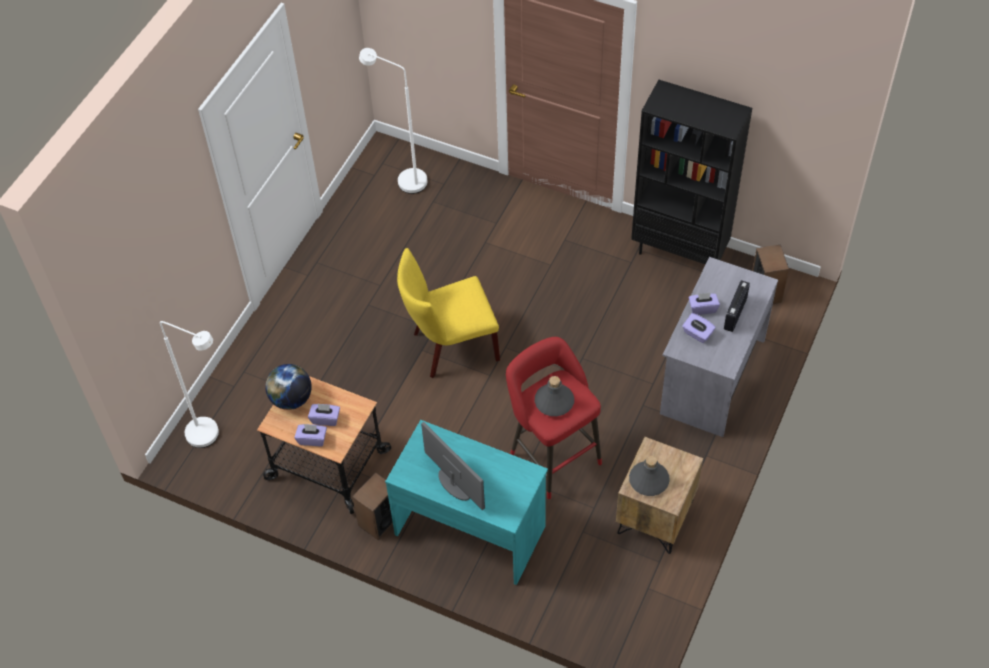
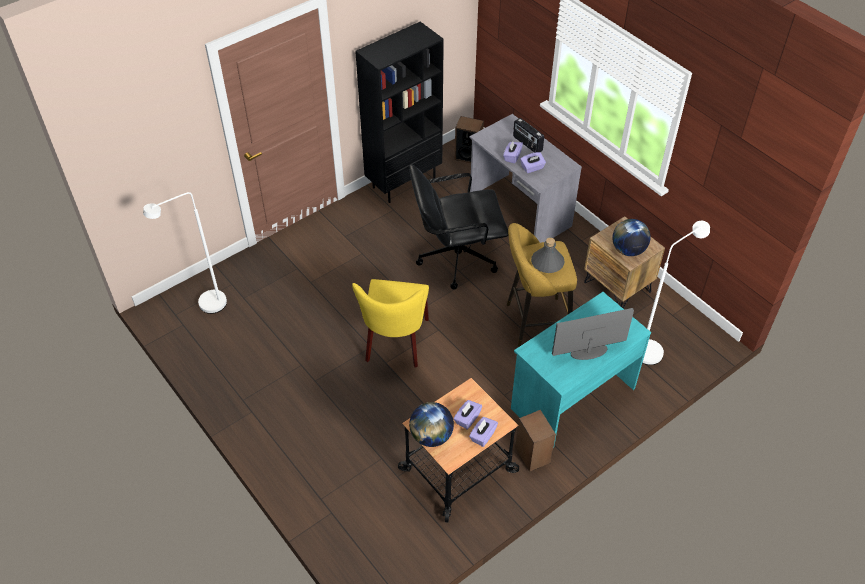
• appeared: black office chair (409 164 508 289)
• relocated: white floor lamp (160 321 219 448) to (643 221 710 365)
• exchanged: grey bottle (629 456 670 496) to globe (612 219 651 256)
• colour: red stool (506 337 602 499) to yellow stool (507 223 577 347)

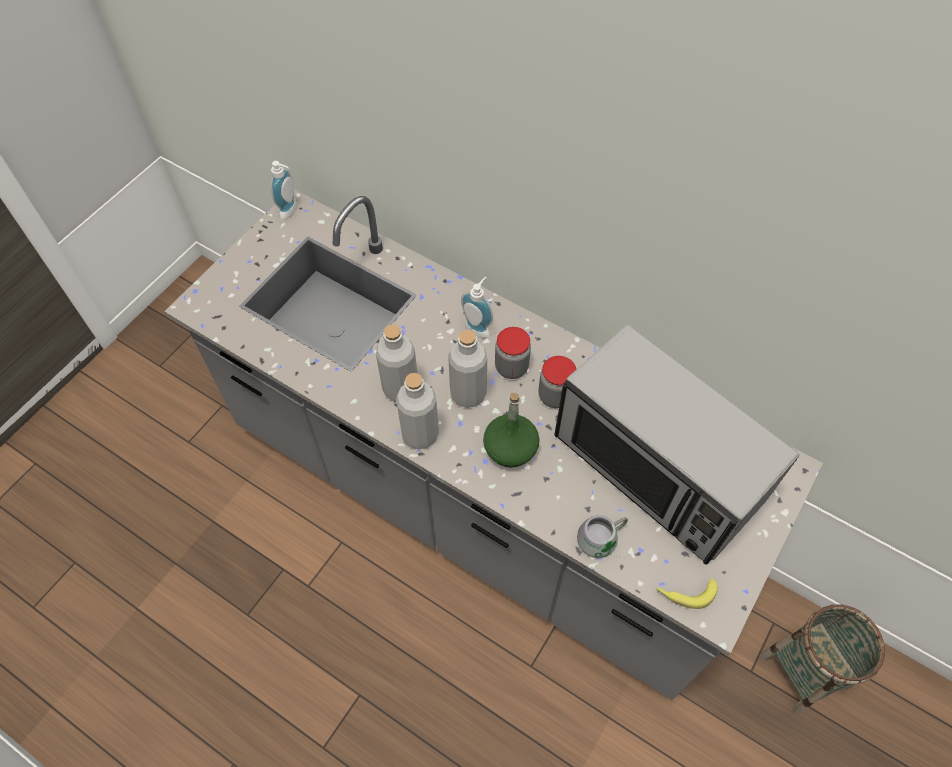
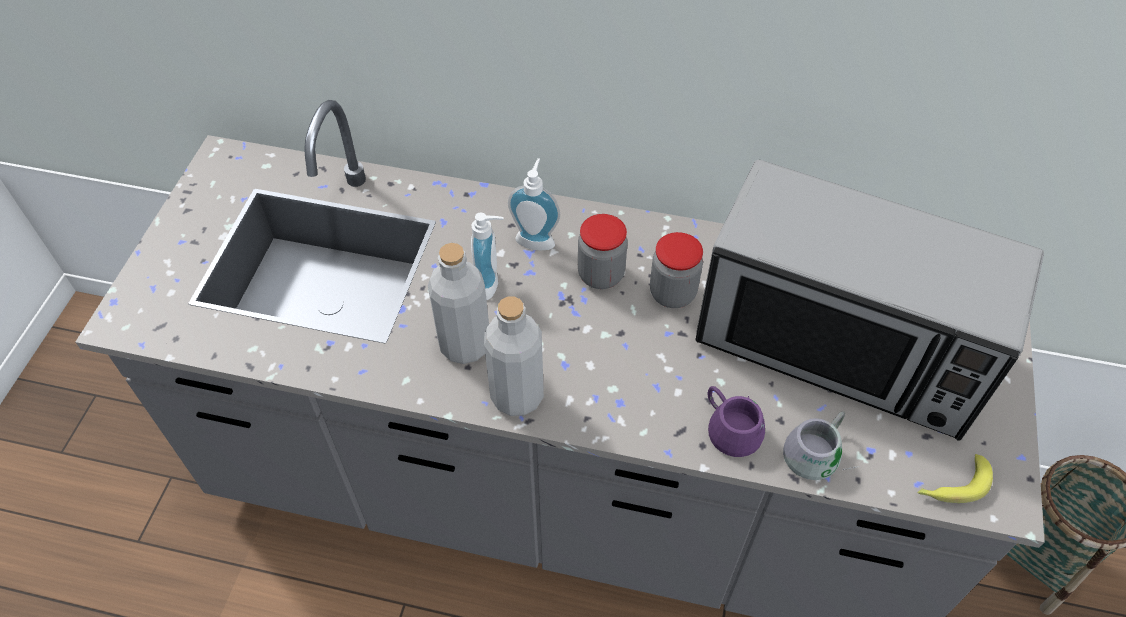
• missing: grey bottle (448 330 487 408)
• missing: green bottle (483 392 539 468)
• appeared: purple mug (708 386 765 457)
• relocated: soap dispenser (271 161 297 220) to (471 213 504 300)

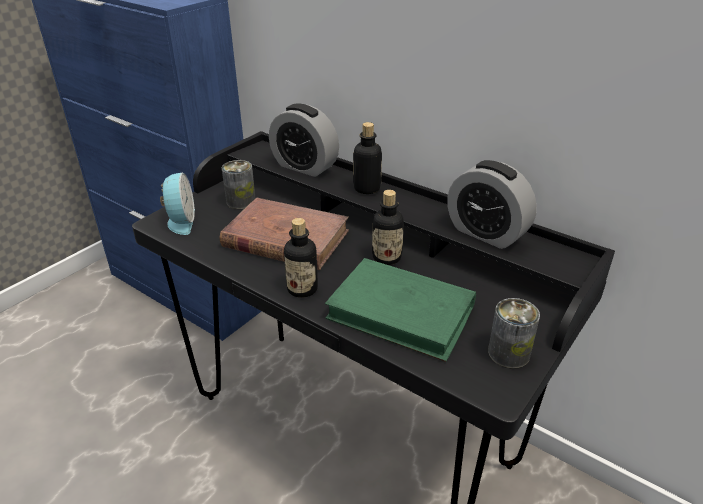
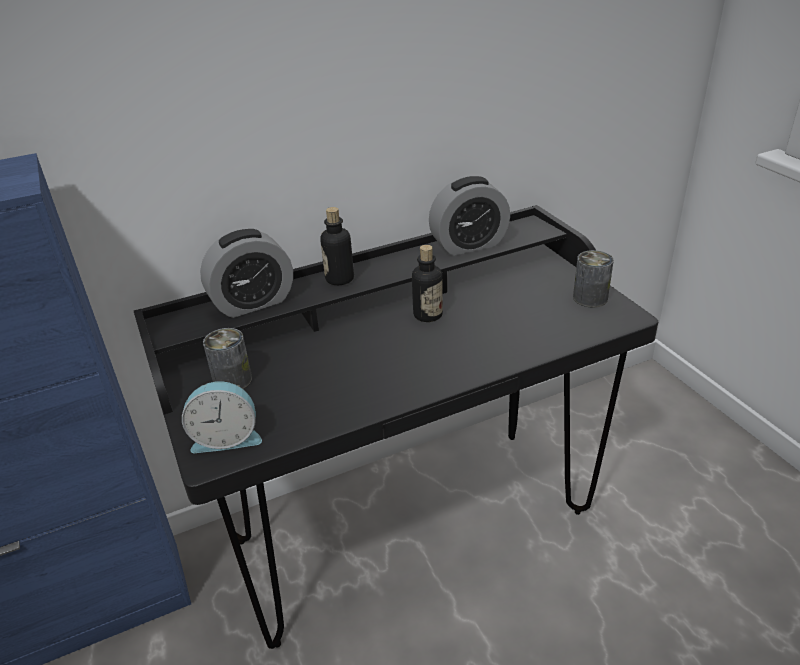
• missing: brown book (220 198 349 270)
• missing: bottle (284 218 318 298)
• missing: green book (325 258 476 362)
• spun: alarm clock (160 173 195 235) = (182 381 262 453) 150 degrees clockwise

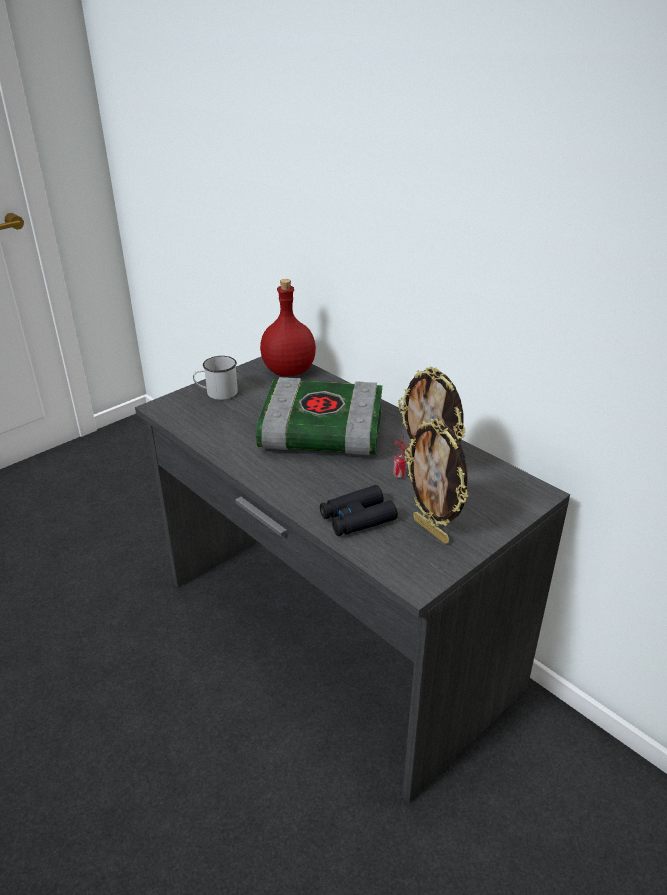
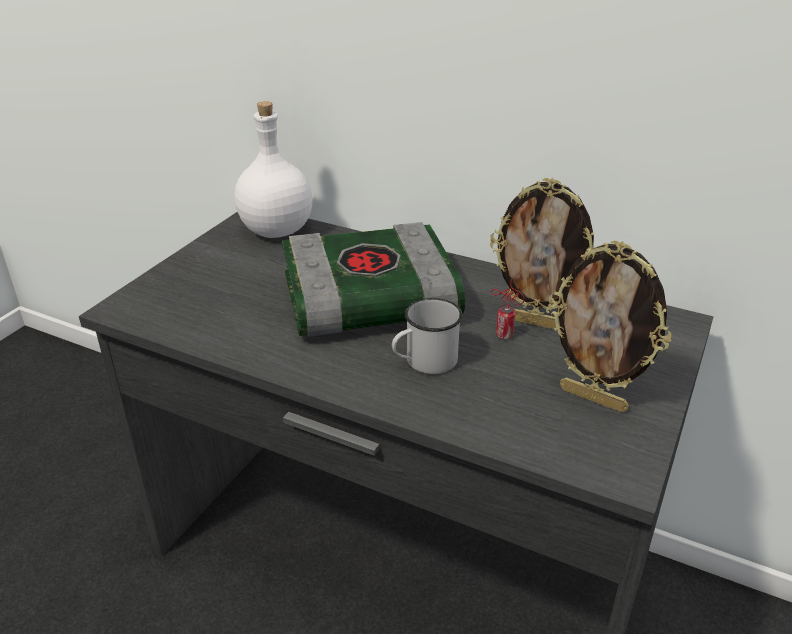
• missing: black binoculars (320 485 398 536)
• relocated: white mug (193 356 238 400) to (392 298 462 374)
• colour: red bottle (260 279 316 376) to white bottle (235 101 312 238)

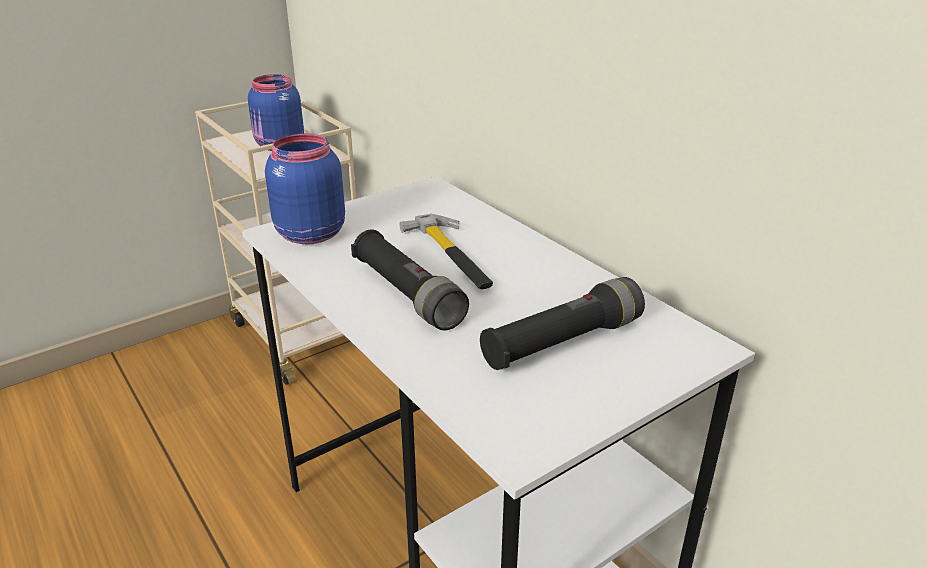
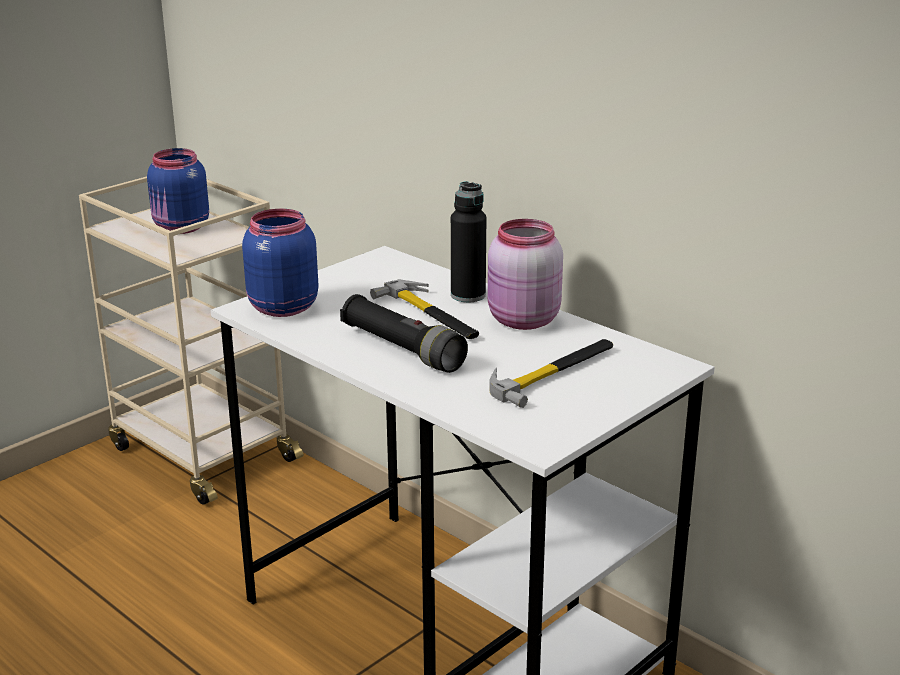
• appeared: black bottle (451 181 486 302)
• appeared: pink jar (488 219 563 330)
• exchanged: black flashlight (480 277 645 370) to hammer (489 339 613 408)

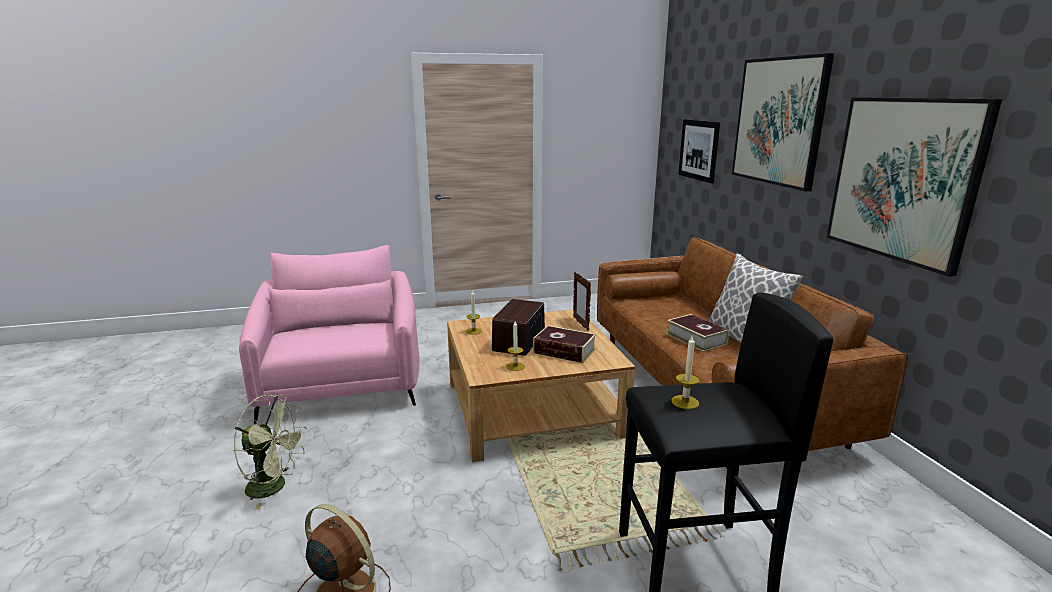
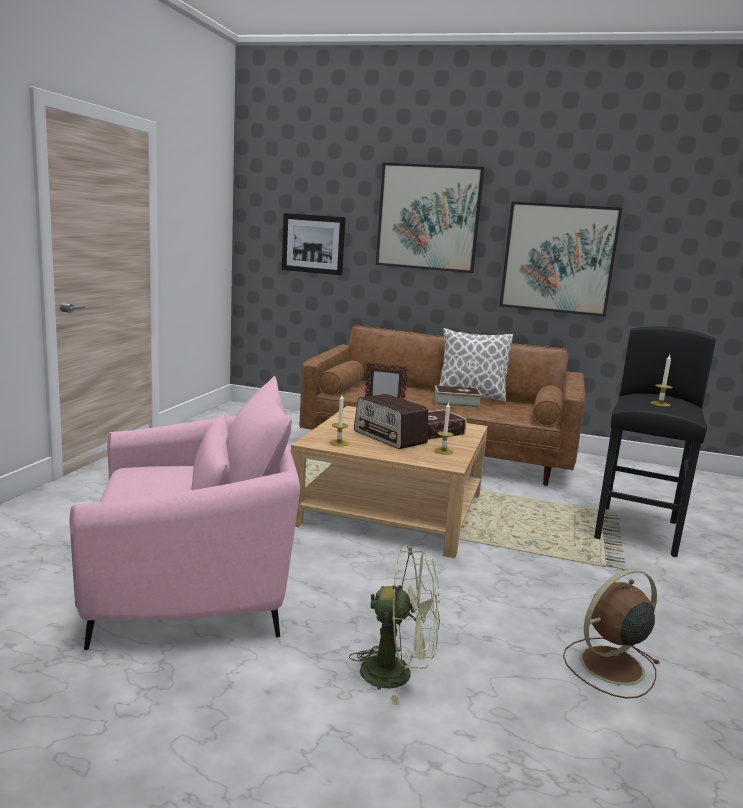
• spun: green fan (234 395 307 510) = (349 545 440 705) 60 degrees clockwise
• spun: pink armchair (239 245 419 425) = (70 376 300 651) 150 degrees clockwise

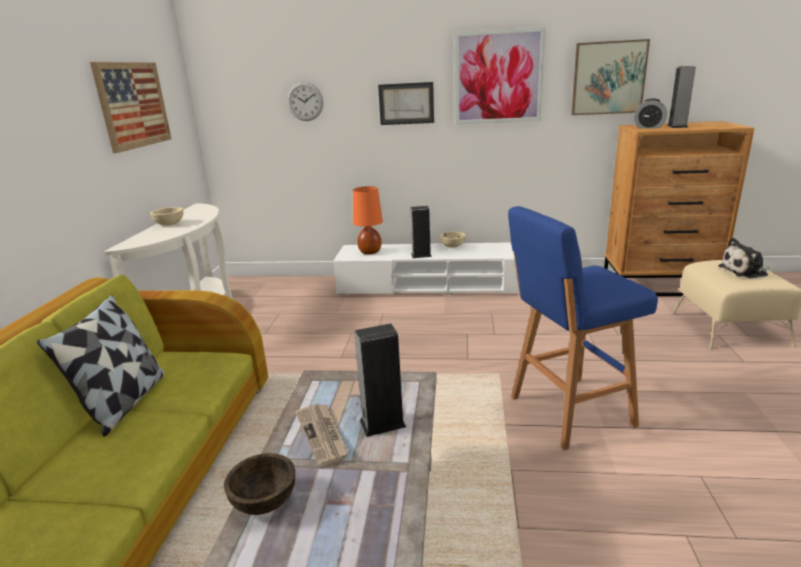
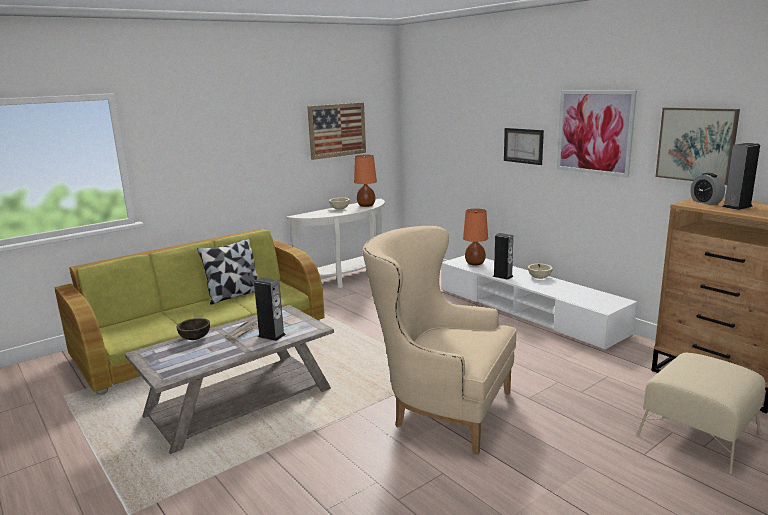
• missing: wall clock (287 82 323 121)
• missing: plush toy (718 238 769 278)
• appeared: orange table lamp (354 155 377 207)
• exchanged: blue stool (508 206 658 450) to beige armchair (363 226 517 455)

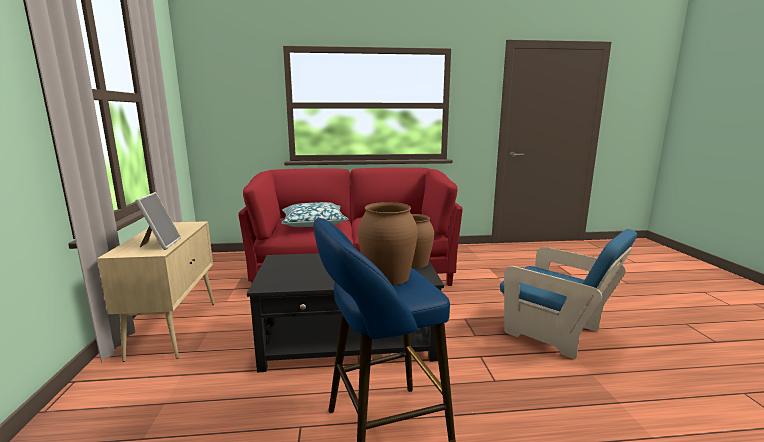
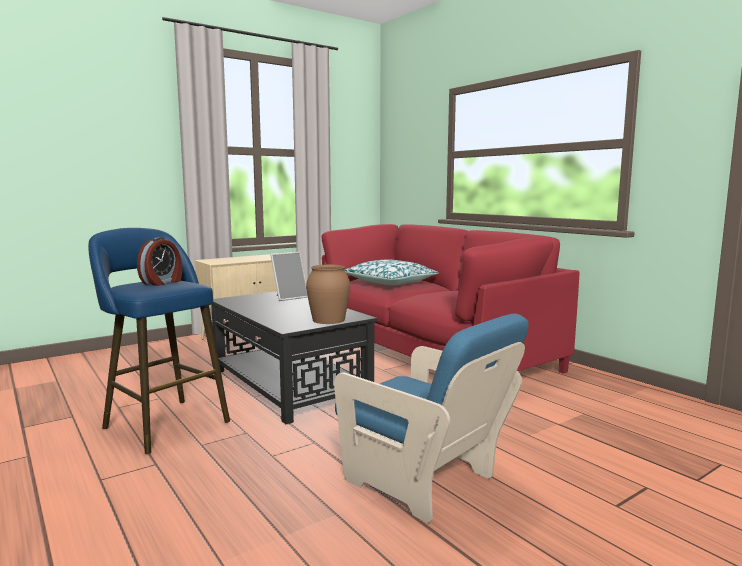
• relocated: picture frame (135 192 181 250) to (270 252 308 301)
• exchanged: brown vase (358 202 418 286) to alarm clock (137 237 182 286)
• spun: blue armchair (500 229 637 359) = (334 313 529 523) 60 degrees counterclockwise

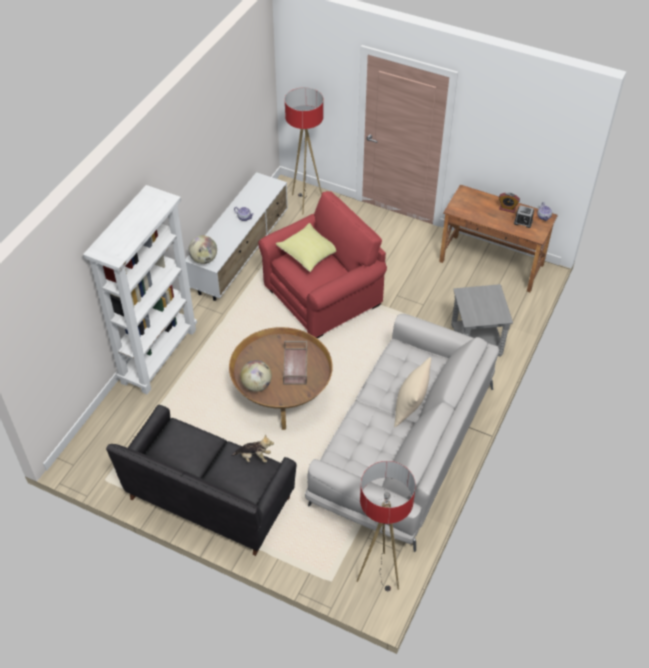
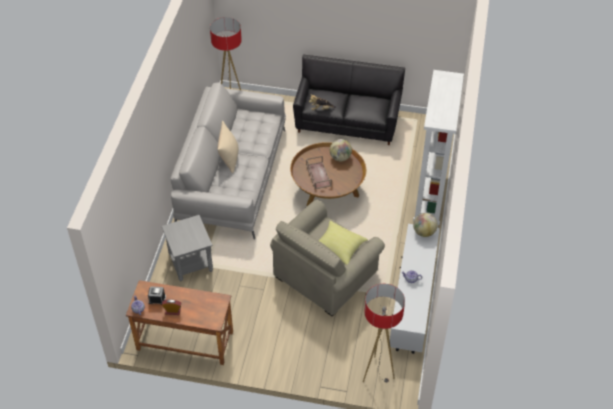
• colour: red armchair (258 191 387 339) to beige armchair (270 200 385 316)

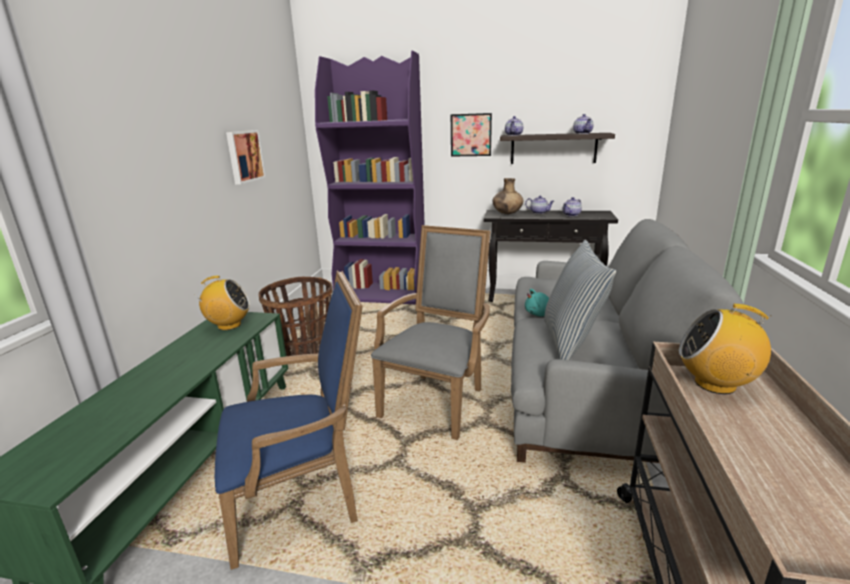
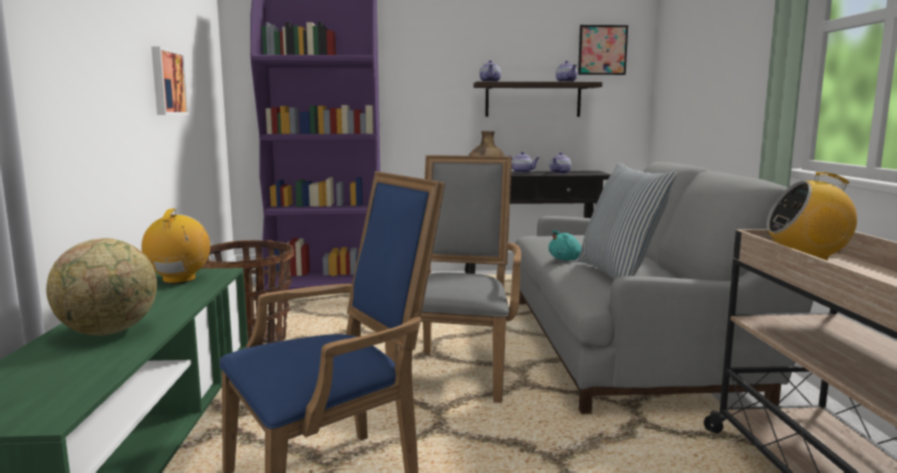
• appeared: globe (46 238 157 336)
• relocated: picture (451 113 492 157) to (578 25 628 75)
• spun: radio (191 275 250 330) = (141 209 210 284) 75 degrees counterclockwise

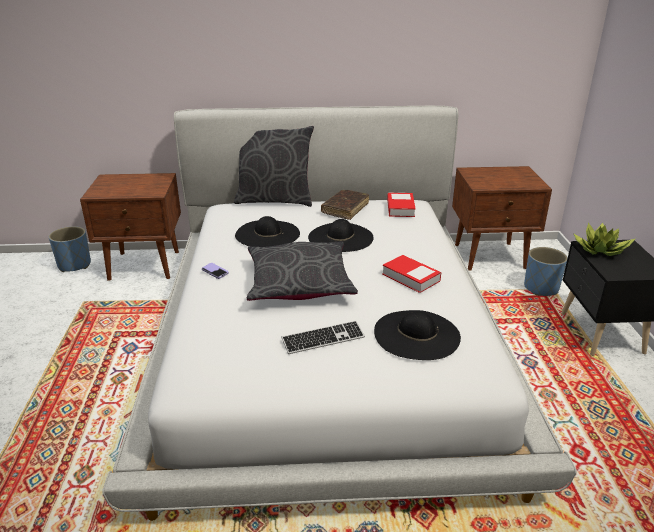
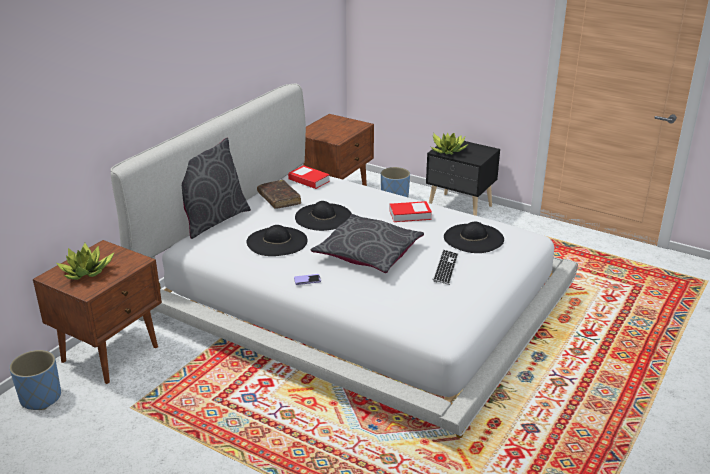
• appeared: potted plant (56 243 114 280)

